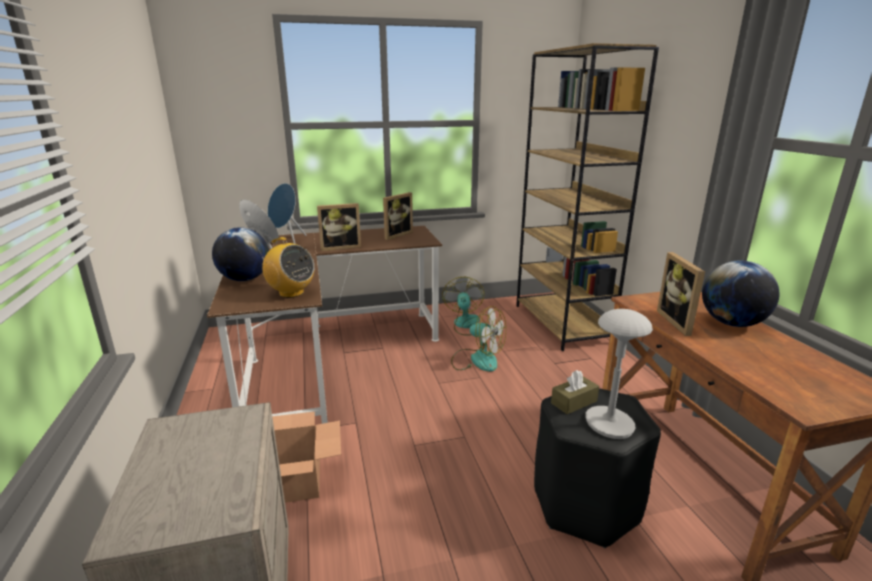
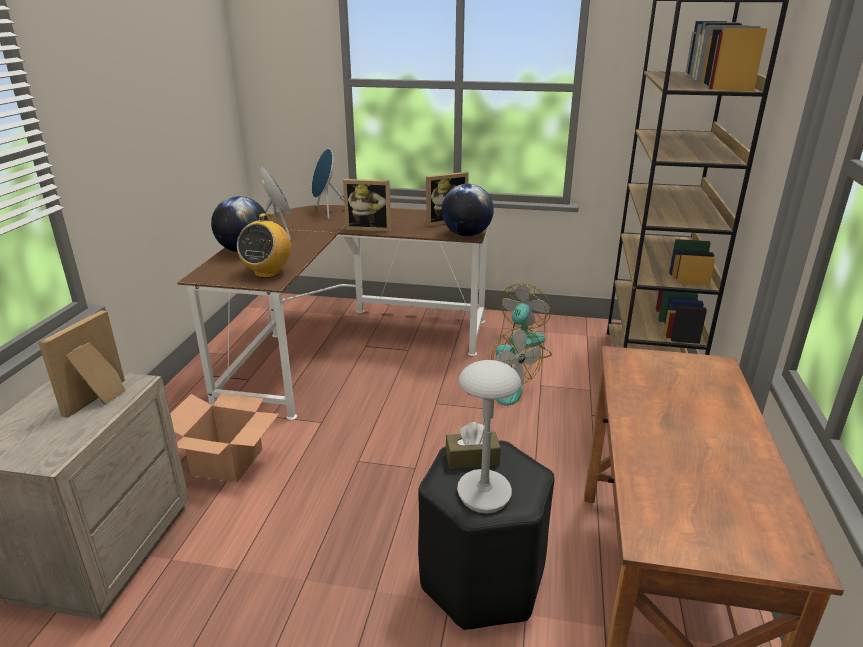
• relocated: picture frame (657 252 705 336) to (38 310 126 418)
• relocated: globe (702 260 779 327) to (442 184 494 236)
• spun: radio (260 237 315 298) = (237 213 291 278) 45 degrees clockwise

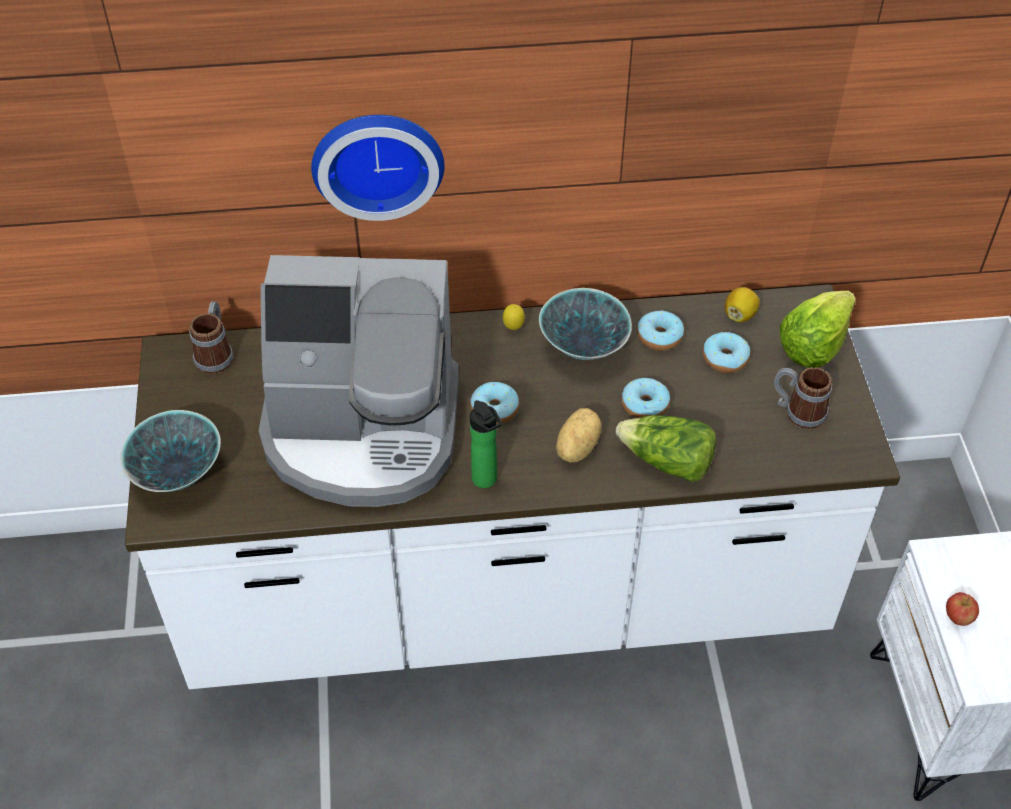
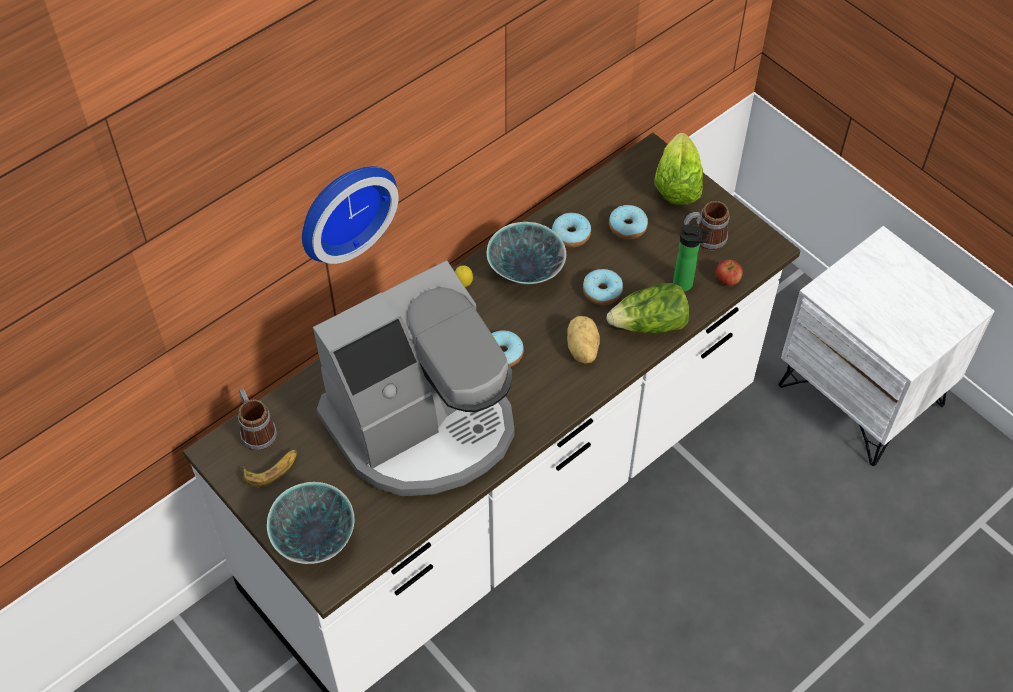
• missing: lemon (725 287 760 322)
• appeared: banana (242 450 297 487)
• relocated: bottle (470 400 502 488) to (673 224 711 292)
• relocated: apple (946 592 979 626) to (716 260 743 286)

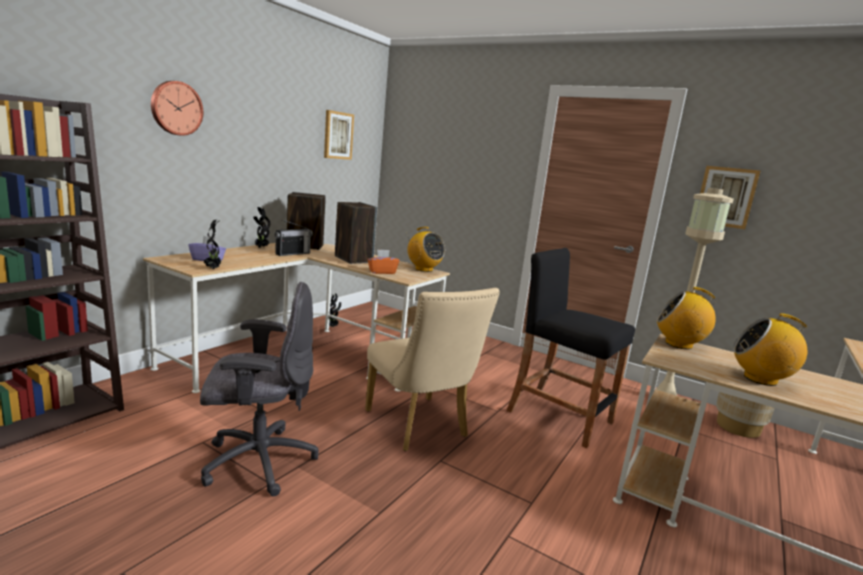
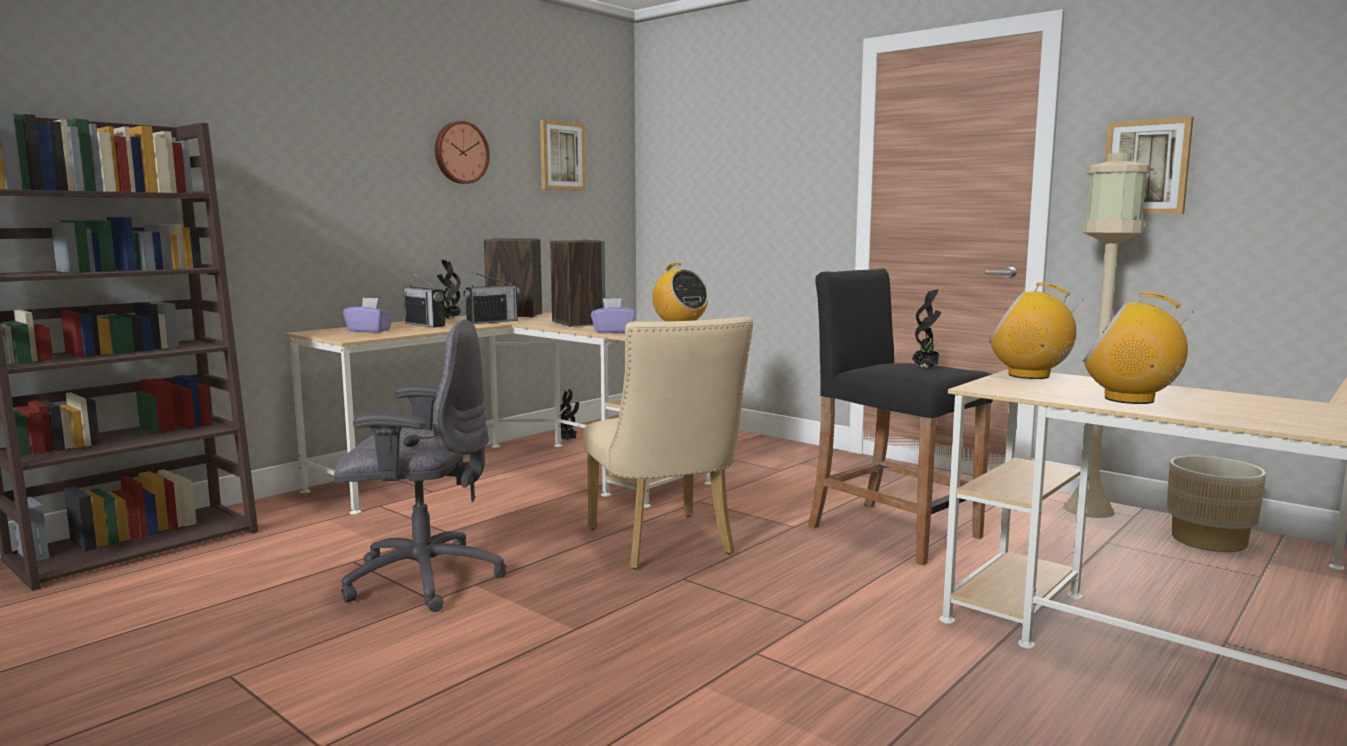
• appeared: radio (402 272 445 328)
• relocated: wall clock (151 81 203 136) to (435 121 490 184)
• relocated: potted plant (204 220 222 269) to (912 289 942 369)
• colour: orange tissue box (367 249 399 274) to purple tissue box (591 298 636 333)

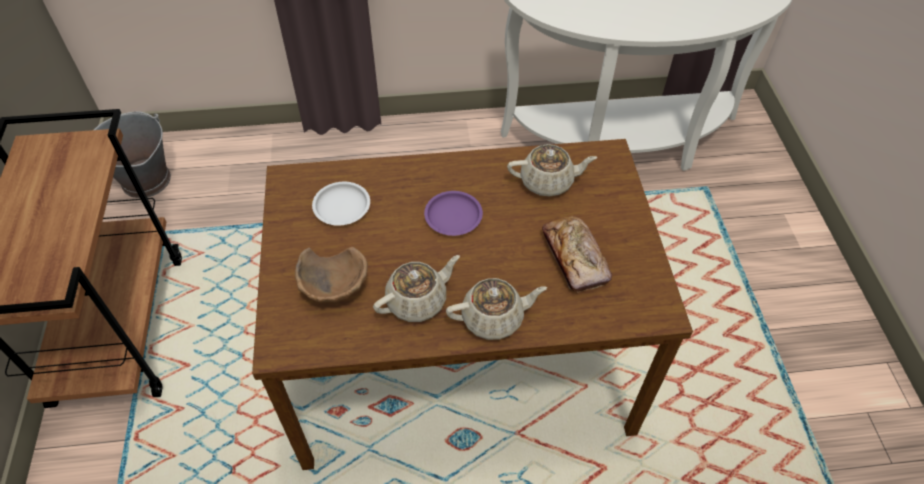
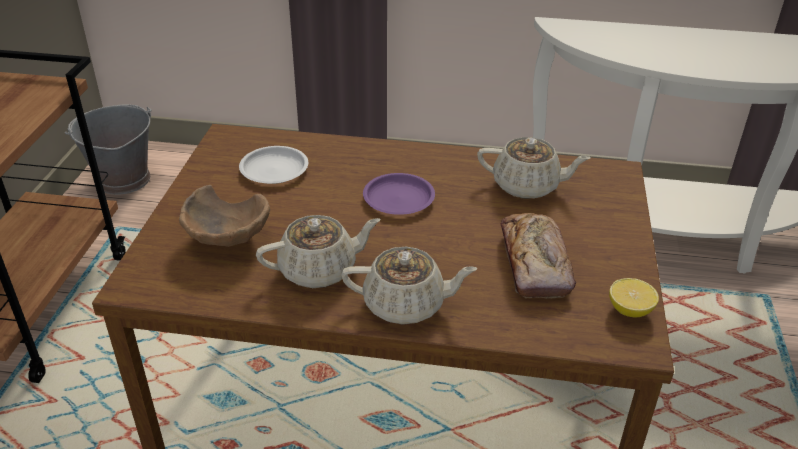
• appeared: lemon (609 278 659 317)

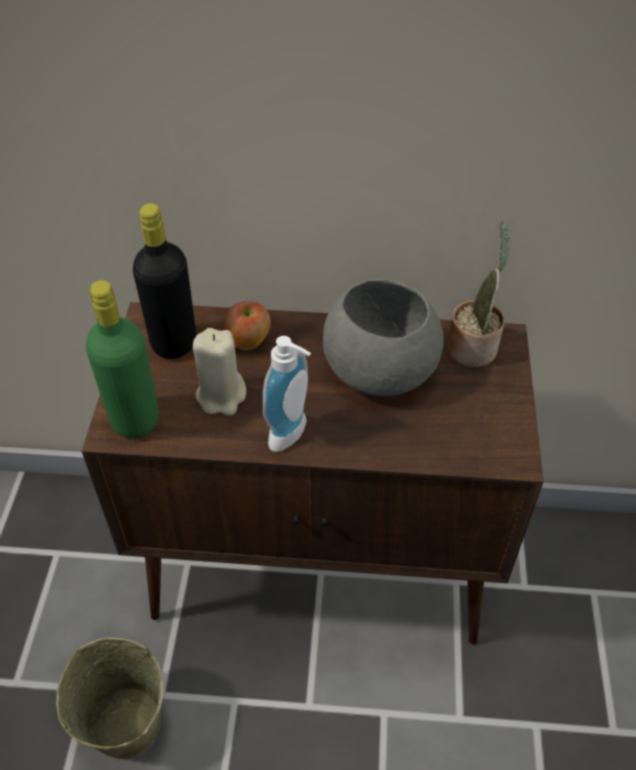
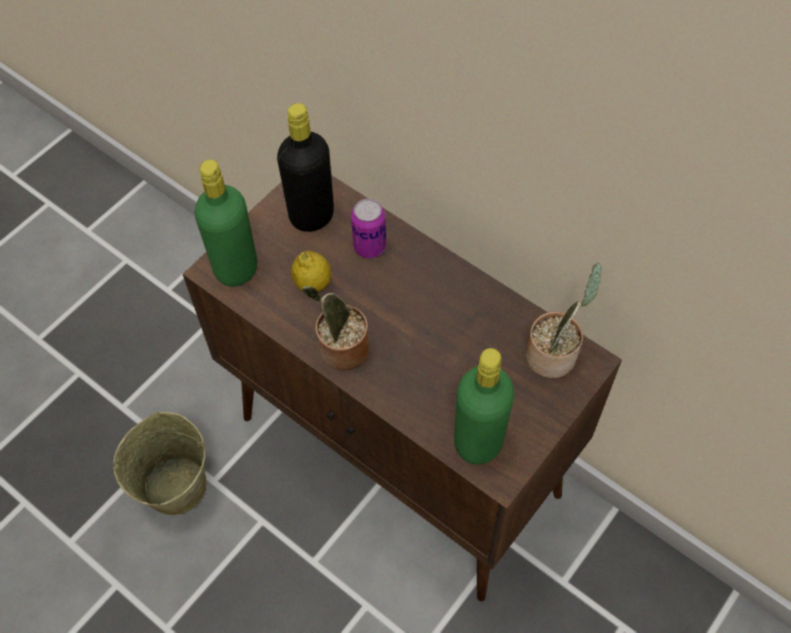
• missing: grey bowl (323 278 444 396)
• appeared: green bottle (454 348 514 465)
• exchanged: beige candle (193 328 246 416) to lemon (291 251 331 292)
• exchanged: apple (224 301 271 350) to can (351 198 386 258)
• exchanged: soap dispenser (263 336 311 452) to potted plant (302 286 369 371)

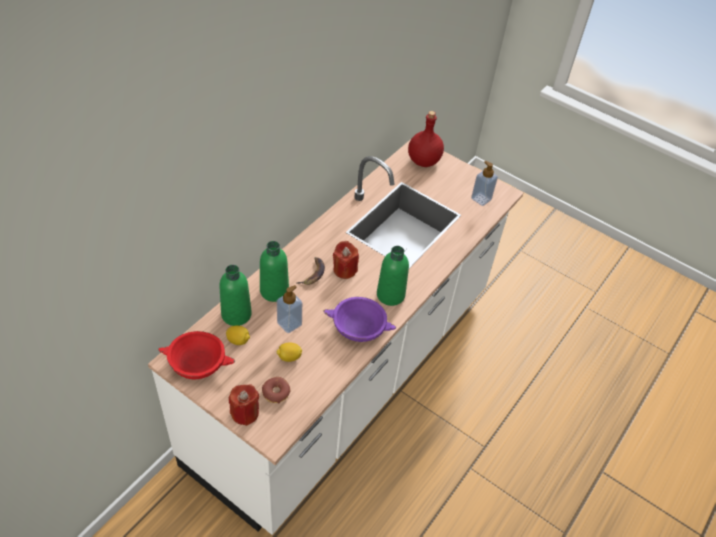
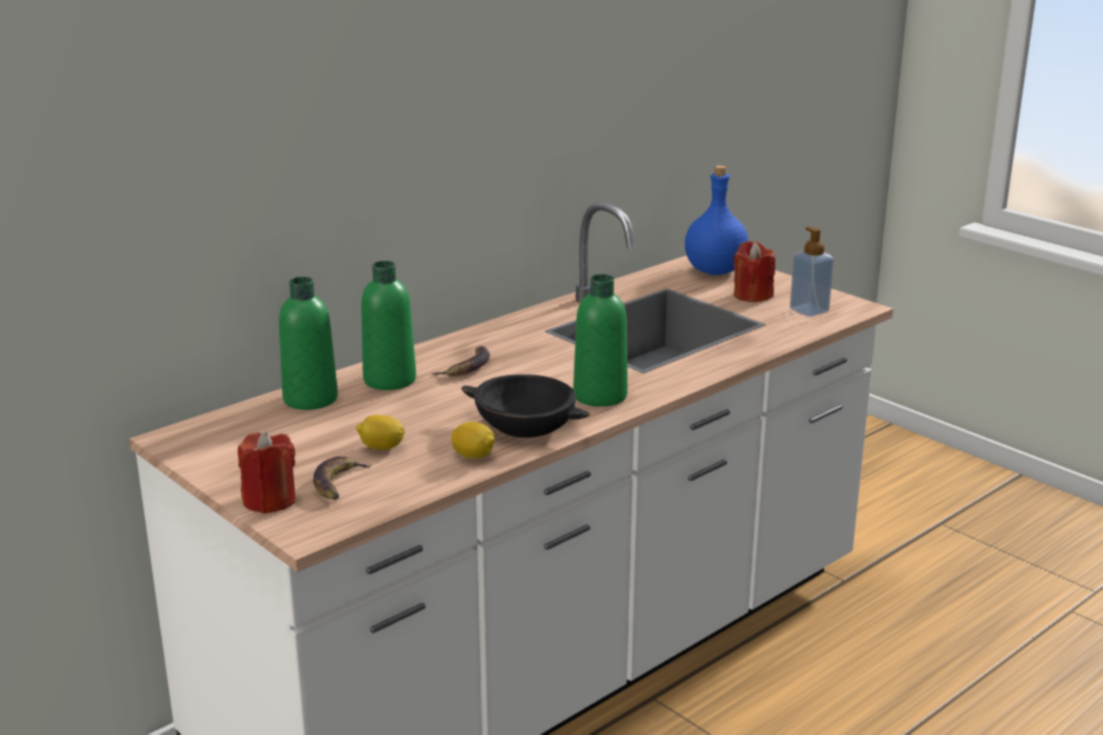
• missing: red bowl (158 331 235 380)
• missing: soap dispenser (277 285 302 333)
• relocated: lemon (226 325 250 345) to (451 422 495 459)
• relocated: red candle (333 241 359 279) to (733 241 775 302)
• exchanged: donut (262 377 290 403) to banana (313 456 372 500)
• colour: purple bowl (323 297 396 342) to black bowl (461 374 590 438)
• colour: red bottle (408 111 444 167) to blue bottle (685 165 748 275)

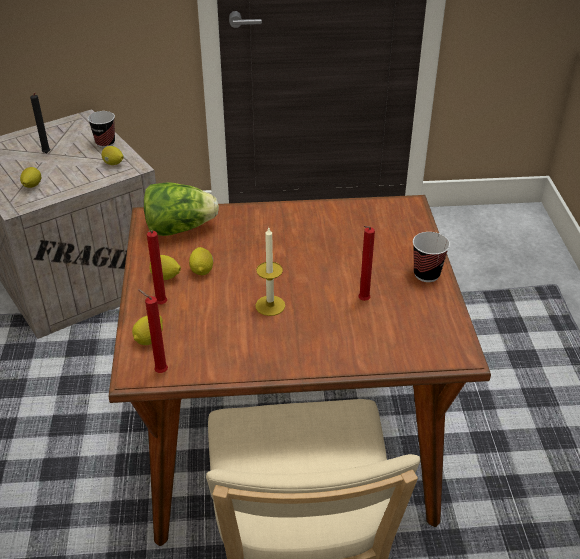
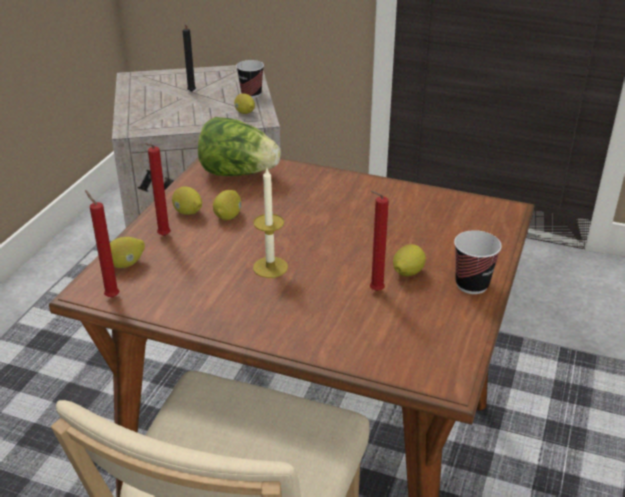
• relocated: lemon (20 167 41 188) to (393 244 426 276)

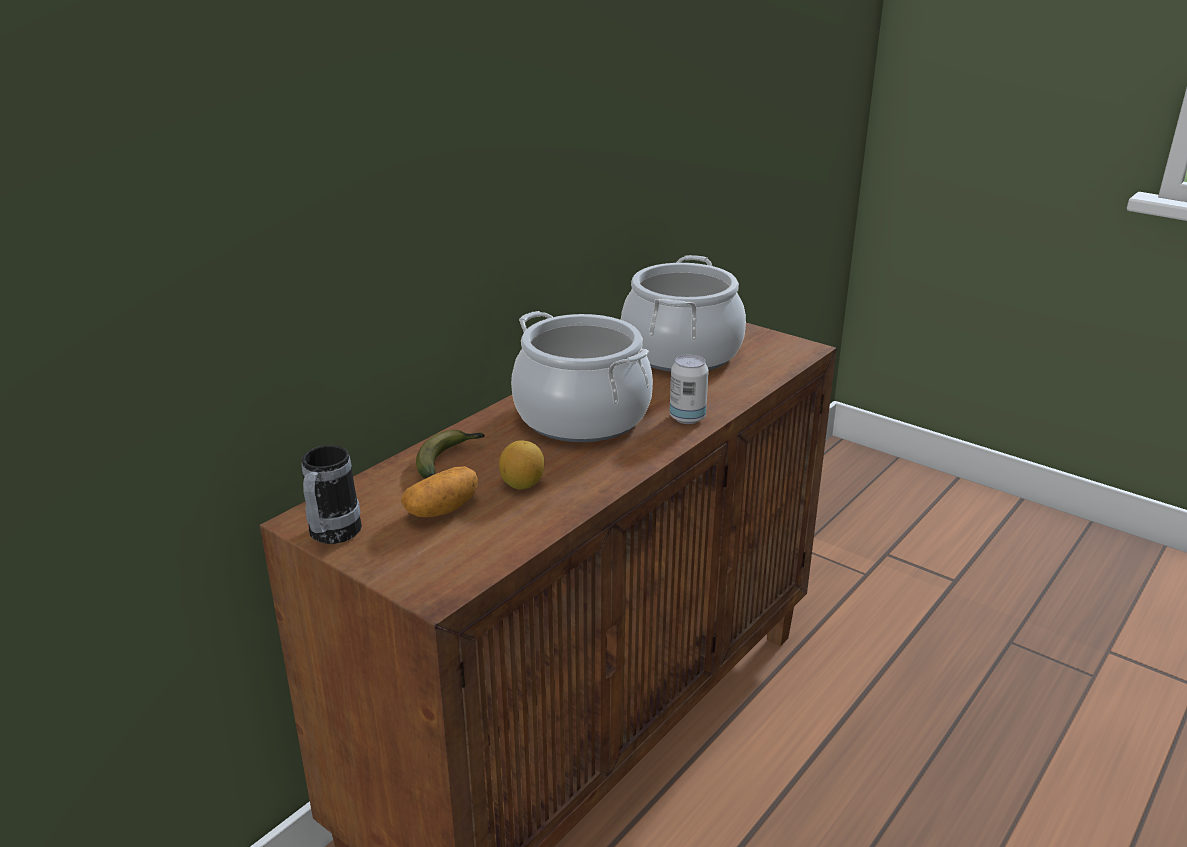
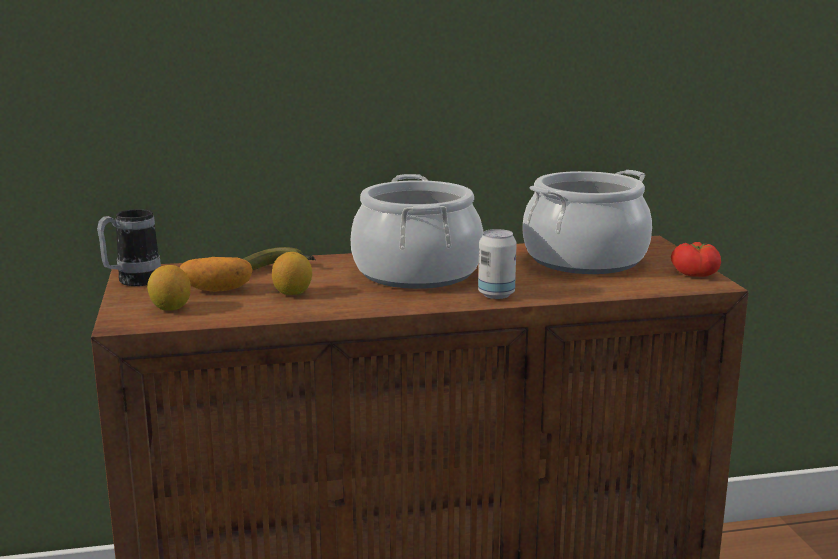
• appeared: lemon (147 265 191 311)
• appeared: tomato (671 242 721 277)

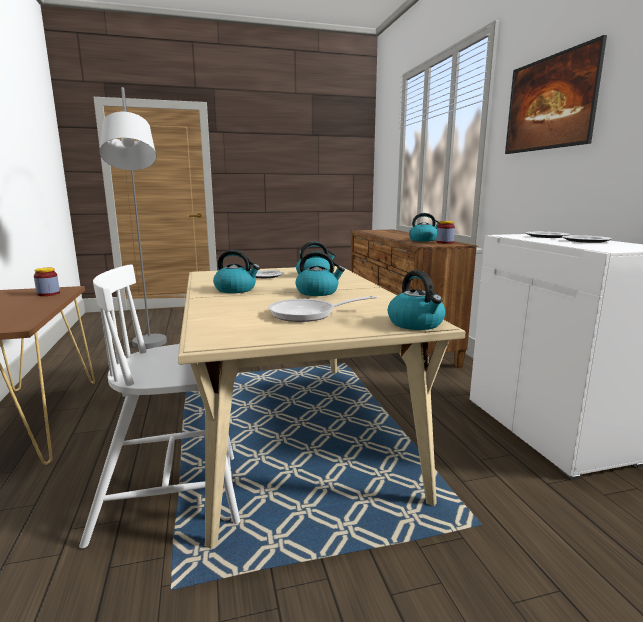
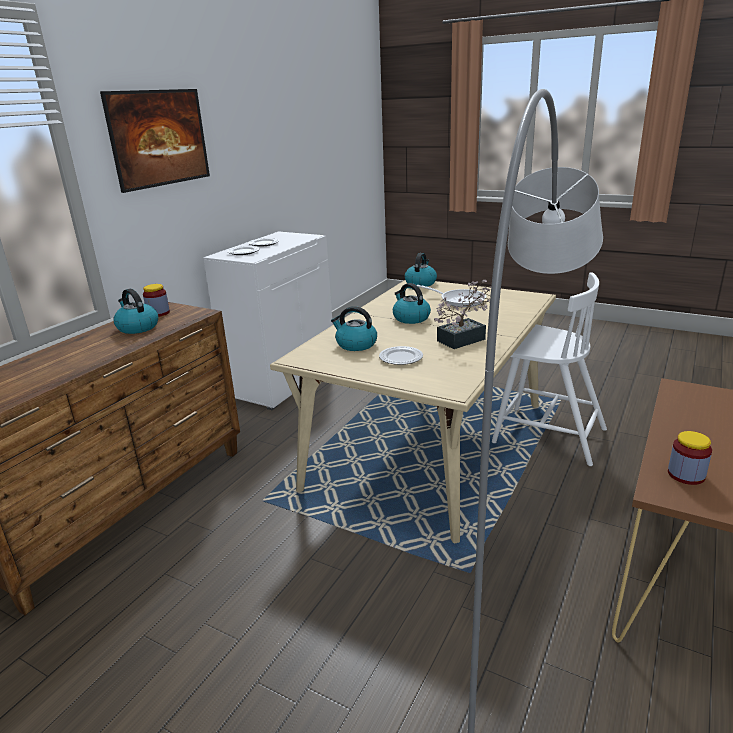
• exchanged: kettle (213 250 260 293) to potted plant (434 280 491 349)

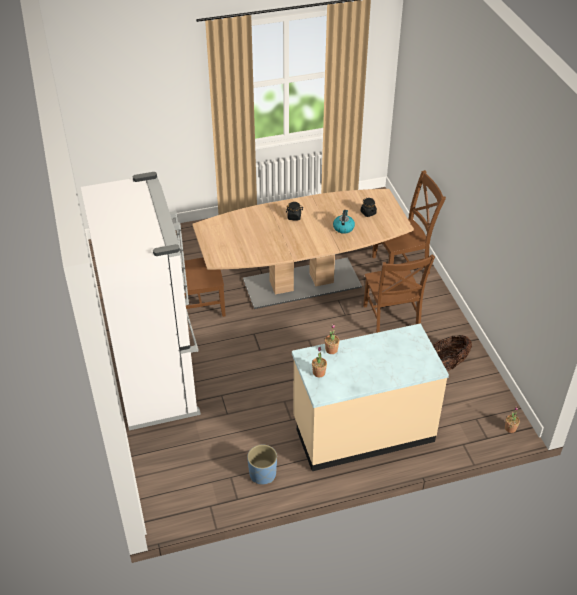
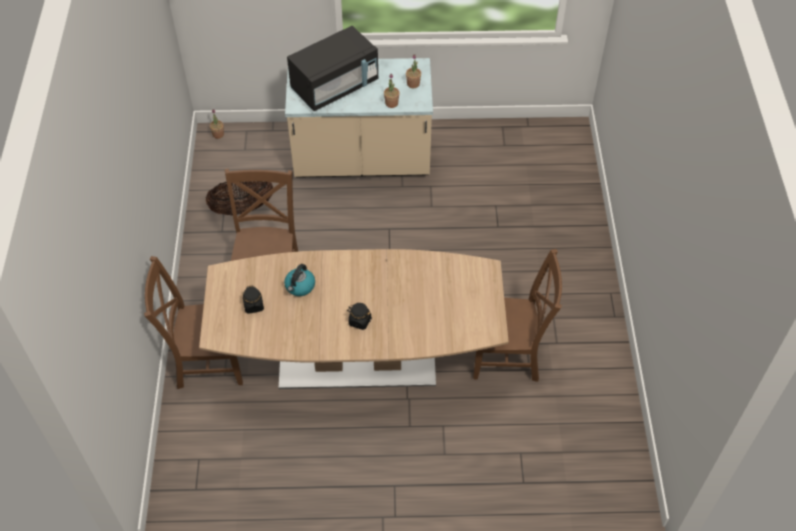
• missing: white fridge (81 172 201 431)
• missing: blue planter (247 444 277 485)
• appeared: black microwave (287 26 378 111)

